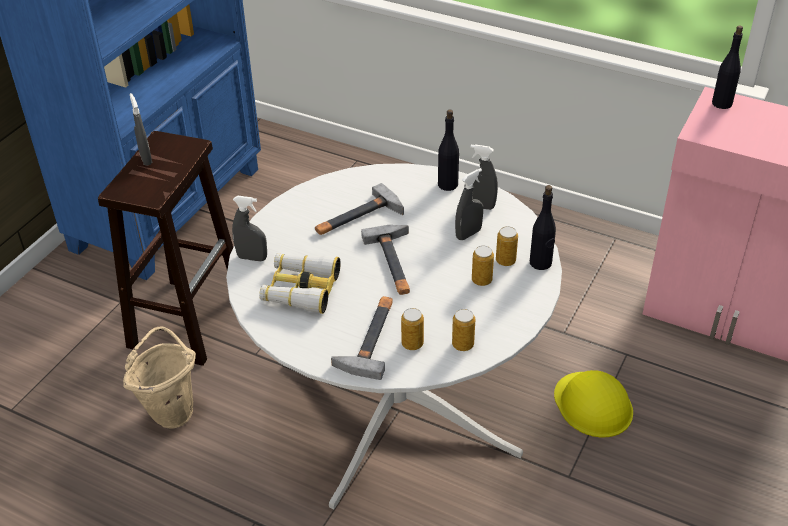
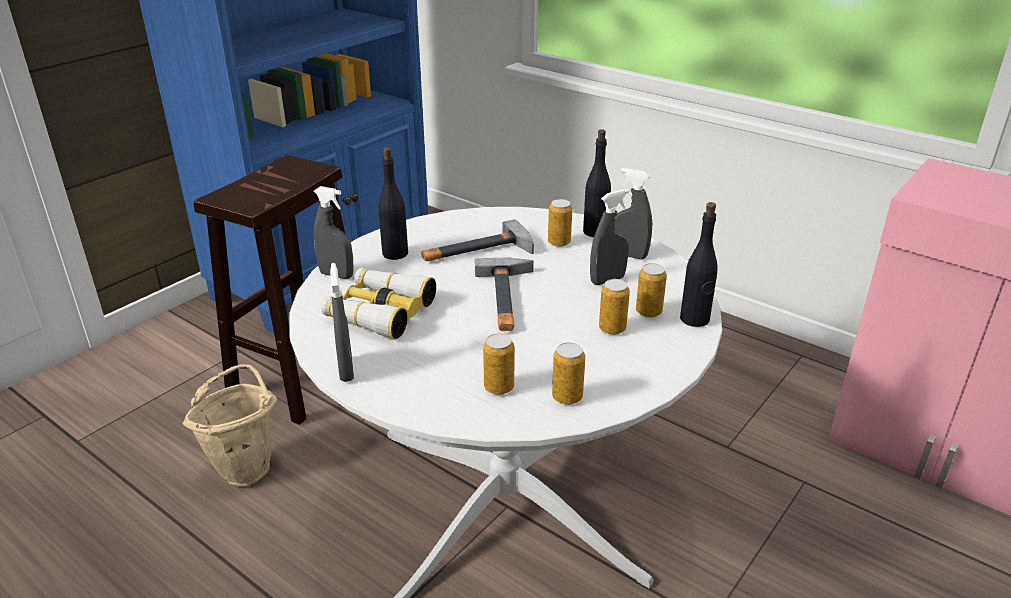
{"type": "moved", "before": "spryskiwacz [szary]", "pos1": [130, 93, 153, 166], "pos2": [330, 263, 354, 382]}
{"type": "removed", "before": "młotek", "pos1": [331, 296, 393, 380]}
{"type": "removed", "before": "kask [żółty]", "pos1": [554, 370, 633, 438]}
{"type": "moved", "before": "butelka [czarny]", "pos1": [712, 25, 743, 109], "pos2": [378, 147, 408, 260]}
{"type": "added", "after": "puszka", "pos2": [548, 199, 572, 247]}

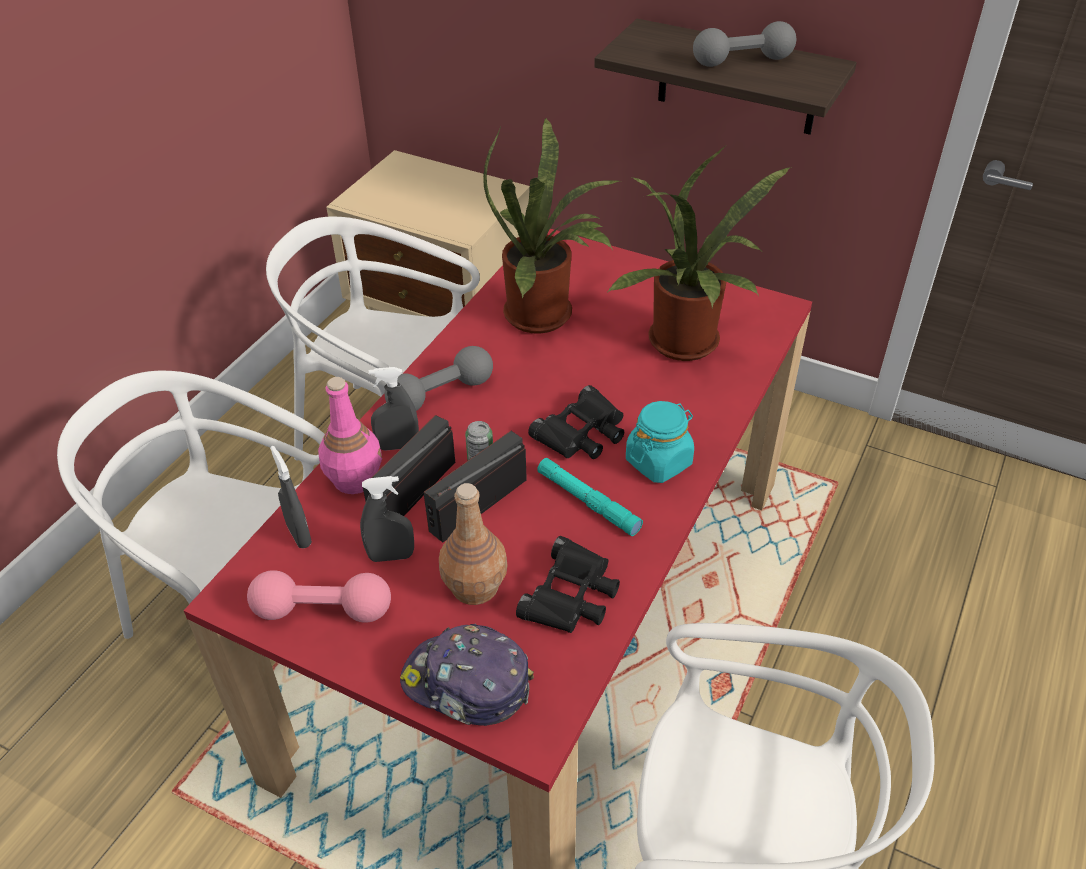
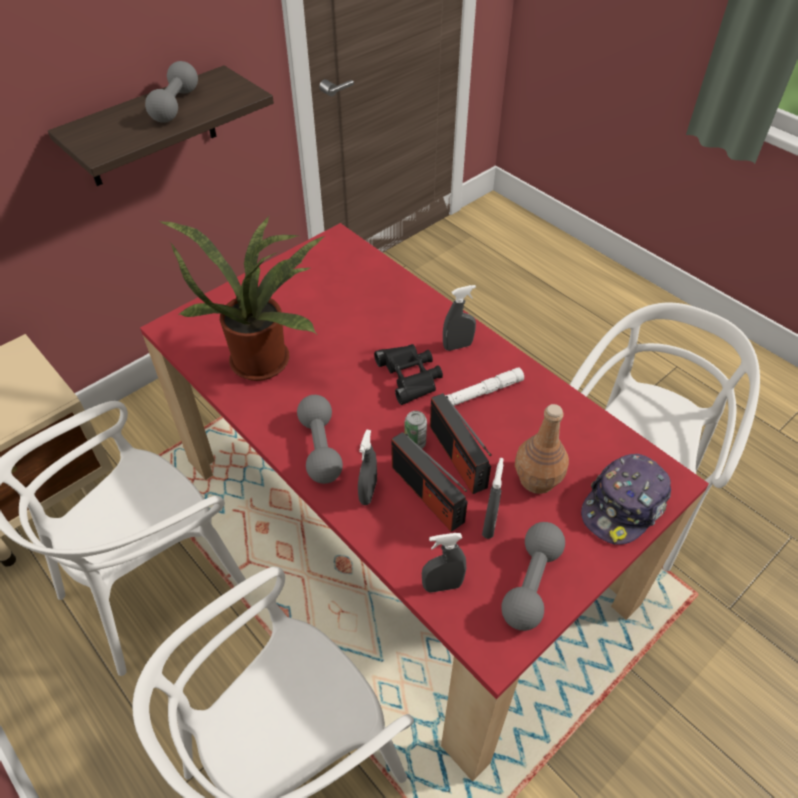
{"type": "recoloured", "before": "hantel [różowy]", "after": "hantel [szary]", "pos1": [247, 570, 391, 623], "pos2": [501, 522, 565, 631]}
{"type": "removed", "before": "butelka [różowy]", "pos1": [318, 377, 382, 494]}
{"type": "removed", "before": "lornetka [czarny]", "pos1": [516, 536, 620, 633]}
{"type": "recoloured", "before": "latarka [turkusowy]", "after": "latarka [biały]", "pos1": [537, 458, 643, 536], "pos2": [445, 367, 524, 406]}
{"type": "removed", "before": "roślina doniczkowa", "pos1": [607, 147, 792, 361]}
{"type": "replaced", "before": "słoik [turkusowy]", "after": "spryskiwacz [szary]", "pos1": [626, 401, 694, 483], "pos2": [443, 285, 476, 351]}

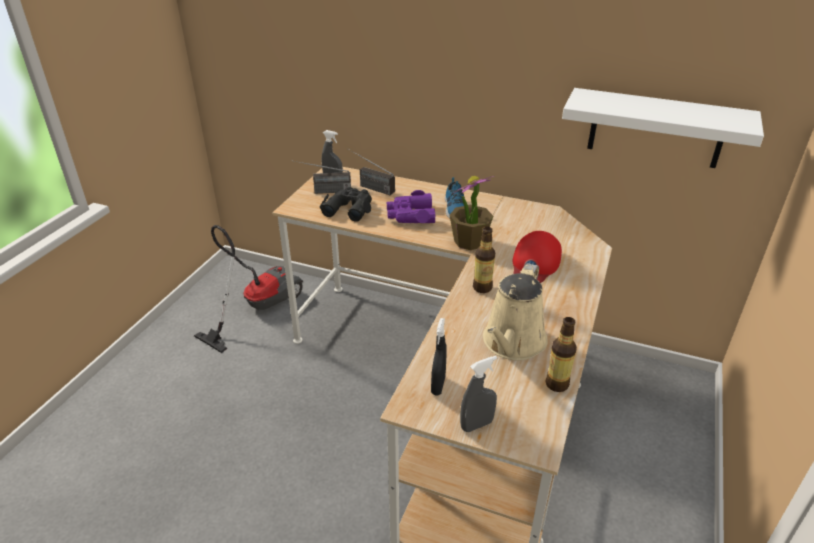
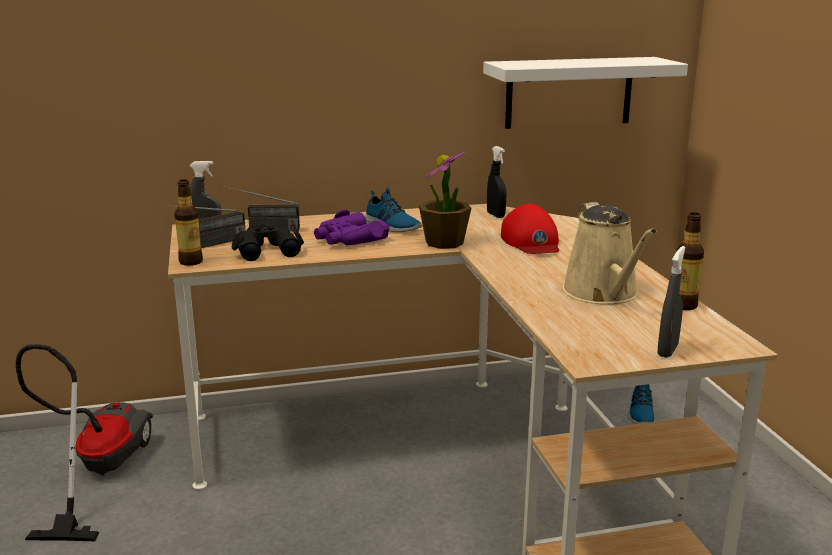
{"type": "moved", "before": "spryskiwacz [czarny]", "pos1": [431, 318, 447, 396], "pos2": [487, 146, 507, 218]}
{"type": "moved", "before": "butelka", "pos1": [473, 226, 495, 293], "pos2": [174, 179, 203, 266]}
{"type": "added", "after": "but", "pos2": [628, 384, 655, 424]}

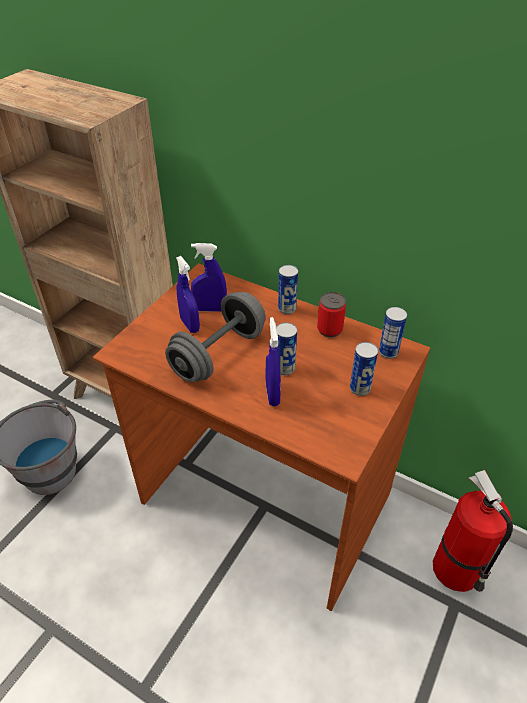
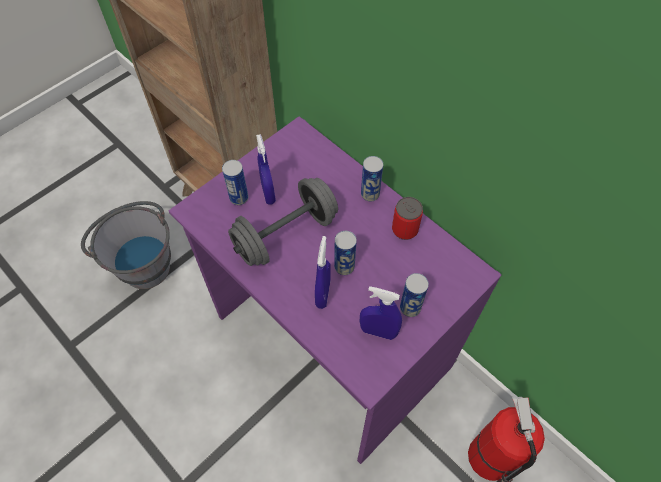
{"type": "recoloured", "before": "biurko [brązowy]", "after": "biurko [fioletowy]", "pos1": [93, 263, 430, 611], "pos2": [169, 116, 501, 464]}
{"type": "moved", "before": "spryskiwacz [niebieski]", "pos1": [191, 243, 227, 312], "pos2": [360, 286, 402, 340]}
{"type": "moved", "before": "puszka", "pos1": [379, 307, 407, 359], "pos2": [222, 160, 248, 205]}

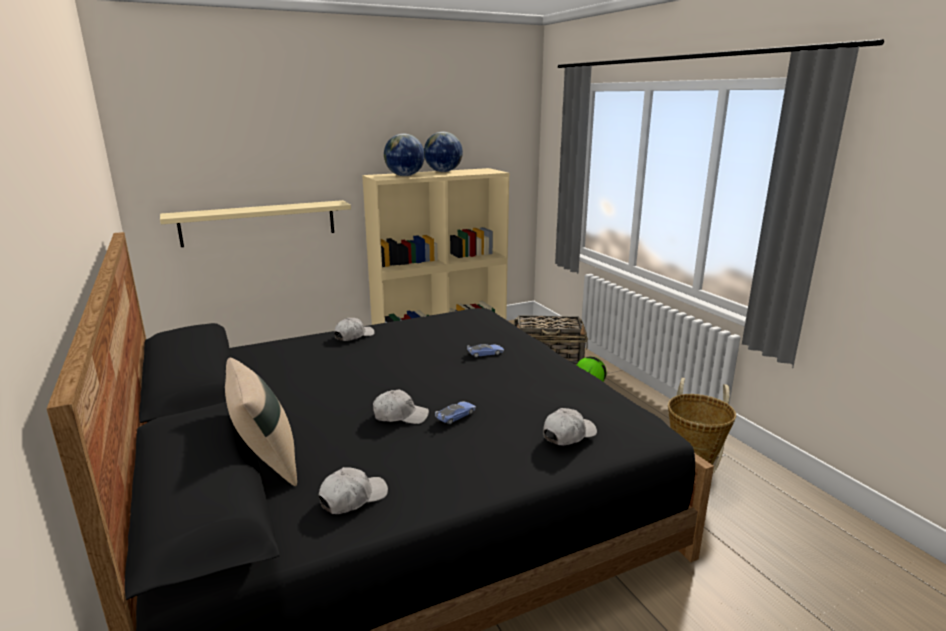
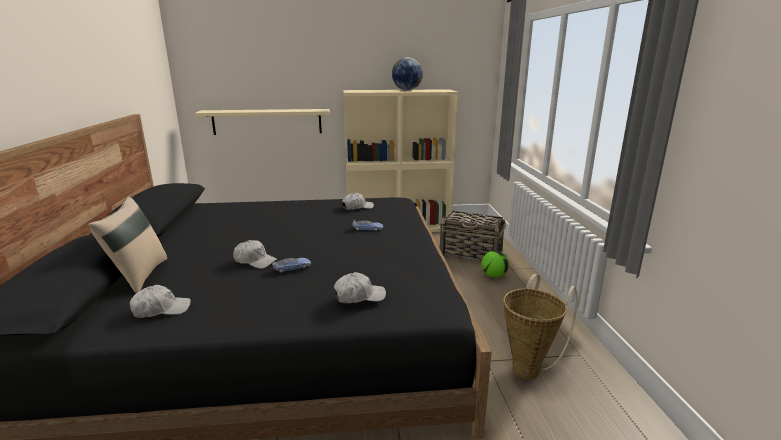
{"type": "moved", "before": "czapka z daszkiem [biały]", "pos1": [334, 318, 375, 341], "pos2": [342, 193, 374, 210]}
{"type": "removed", "before": "globus", "pos1": [384, 134, 425, 176]}

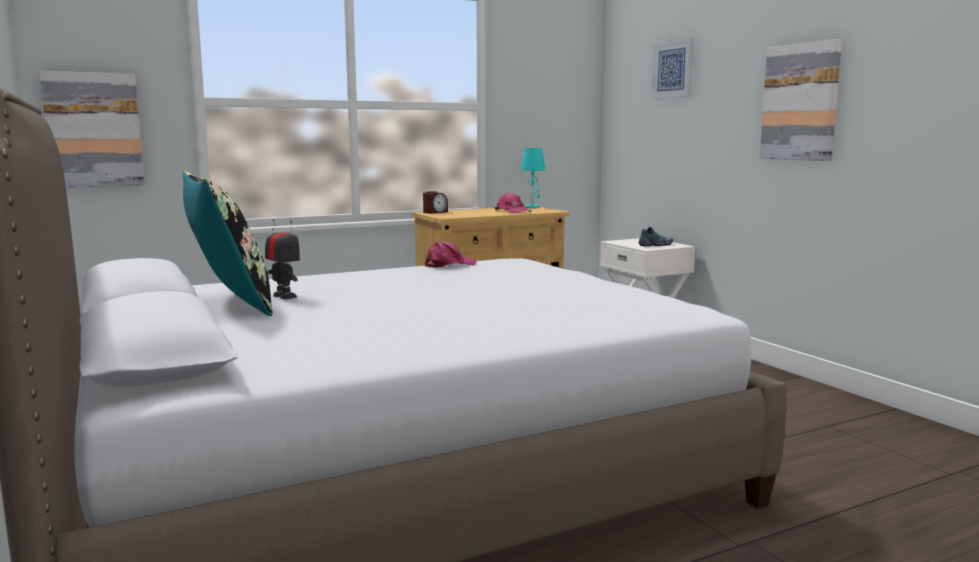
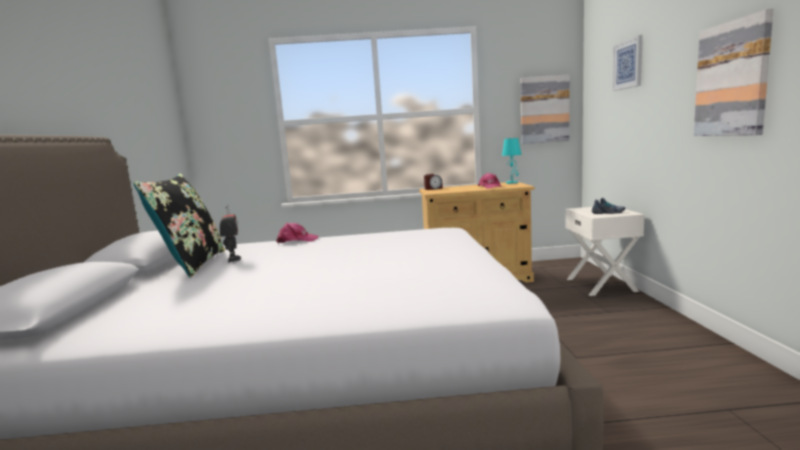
{"type": "moved", "before": "obraz", "pos1": [39, 71, 145, 188], "pos2": [520, 74, 570, 144]}
{"type": "moved", "before": "czapka z daszkiem [różowy]", "pos1": [425, 241, 477, 268], "pos2": [276, 223, 319, 243]}

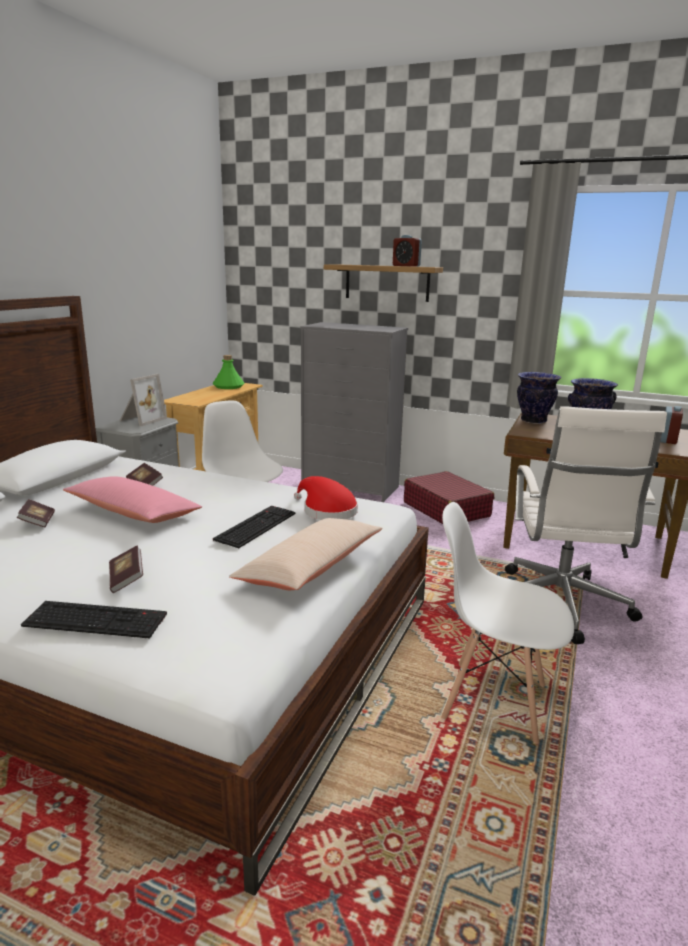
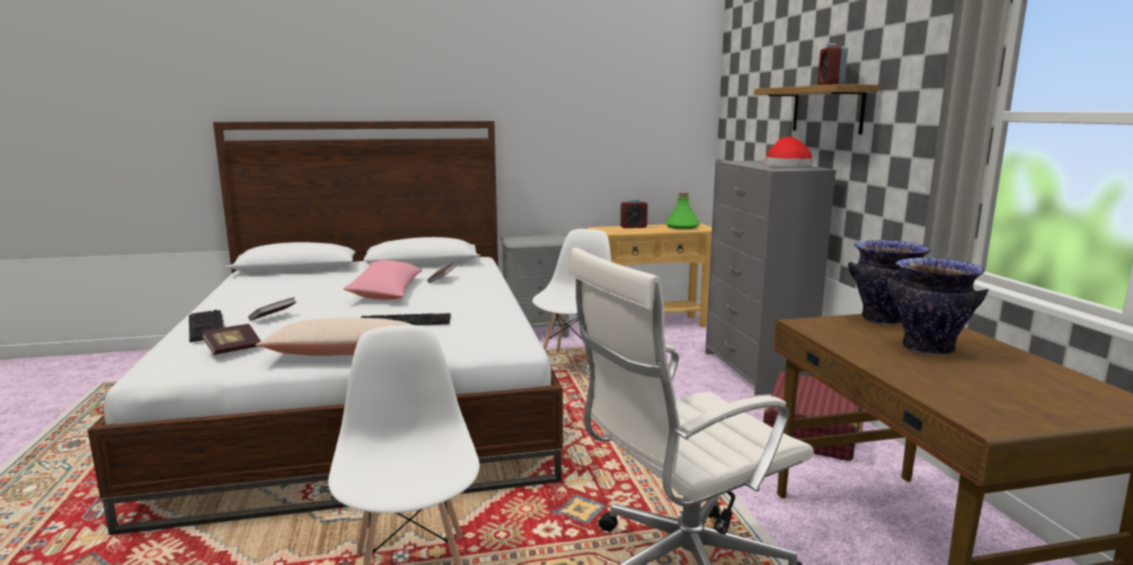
{"type": "moved", "before": "książka", "pos1": [17, 499, 55, 527], "pos2": [202, 324, 261, 355]}
{"type": "removed", "before": "ramka na zdjęcie", "pos1": [120, 374, 167, 426]}
{"type": "moved", "before": "kapelusz [czerwony]", "pos1": [294, 476, 358, 520], "pos2": [765, 137, 813, 166]}
{"type": "moved", "before": "budzik", "pos1": [660, 406, 683, 444], "pos2": [620, 199, 648, 228]}

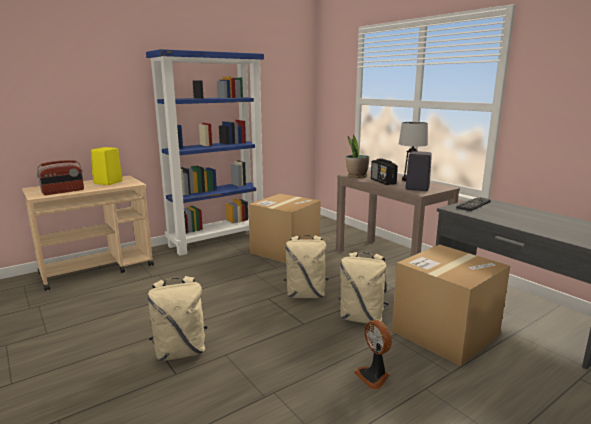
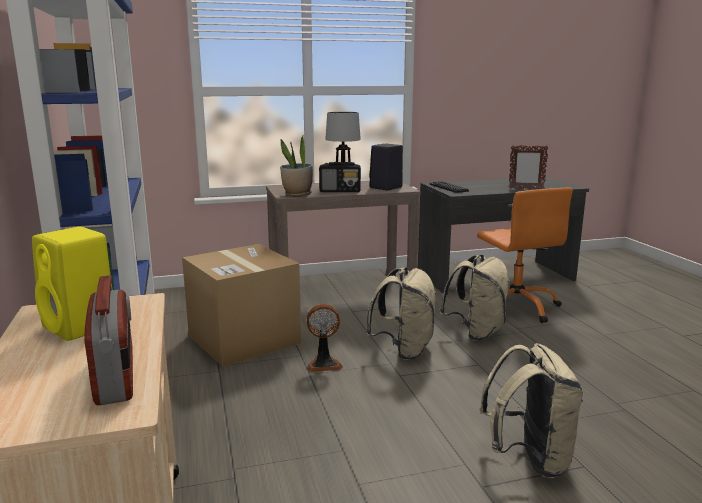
{"type": "moved", "before": "wentylator", "pos1": [354, 320, 392, 389], "pos2": [307, 304, 343, 372]}
{"type": "replaced", "before": "karton", "after": "krzesło biurowe [pomarańczowy]", "pos1": [392, 244, 510, 366], "pos2": [477, 188, 573, 323]}
{"type": "added", "after": "ramka na zdjęcie", "pos2": [509, 145, 549, 190]}

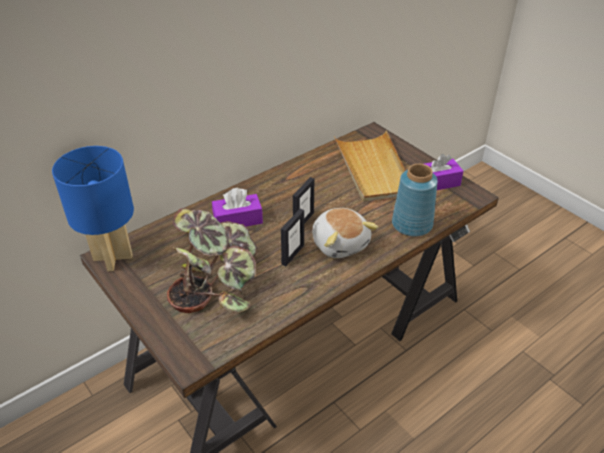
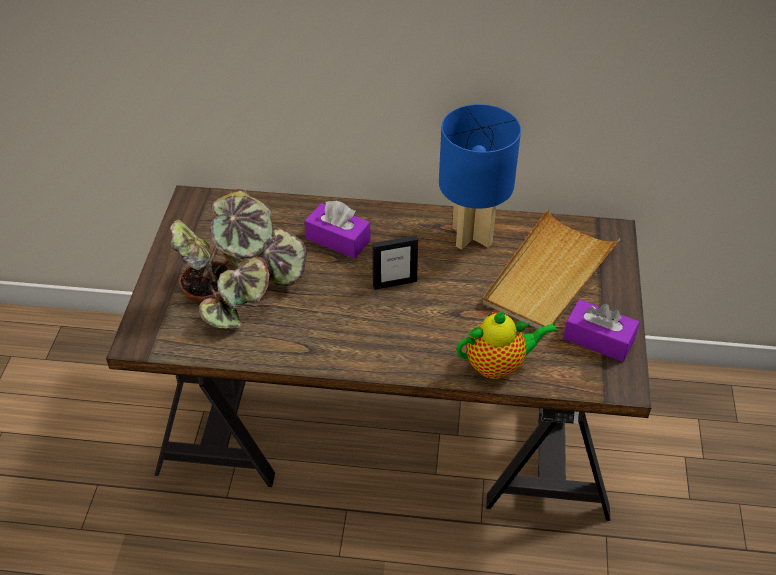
{"type": "moved", "before": "lampa stołowa [niebieski]", "pos1": [52, 146, 134, 271], "pos2": [439, 104, 521, 250]}
{"type": "removed", "before": "ramka na zdjęcie", "pos1": [281, 209, 304, 266]}
{"type": "removed", "before": "pluszak", "pos1": [312, 208, 378, 258]}
{"type": "replaced", "before": "wazon [niebieski]", "after": "imbryk", "pos1": [392, 164, 438, 237], "pos2": [457, 311, 557, 379]}

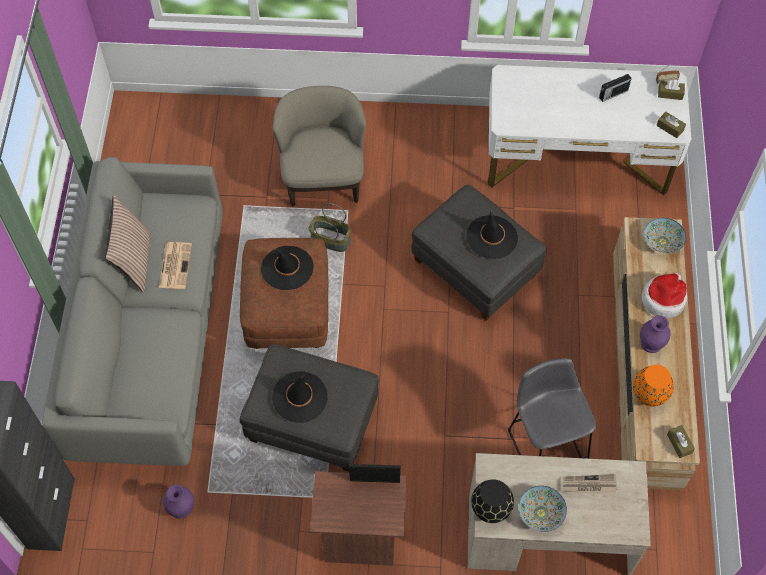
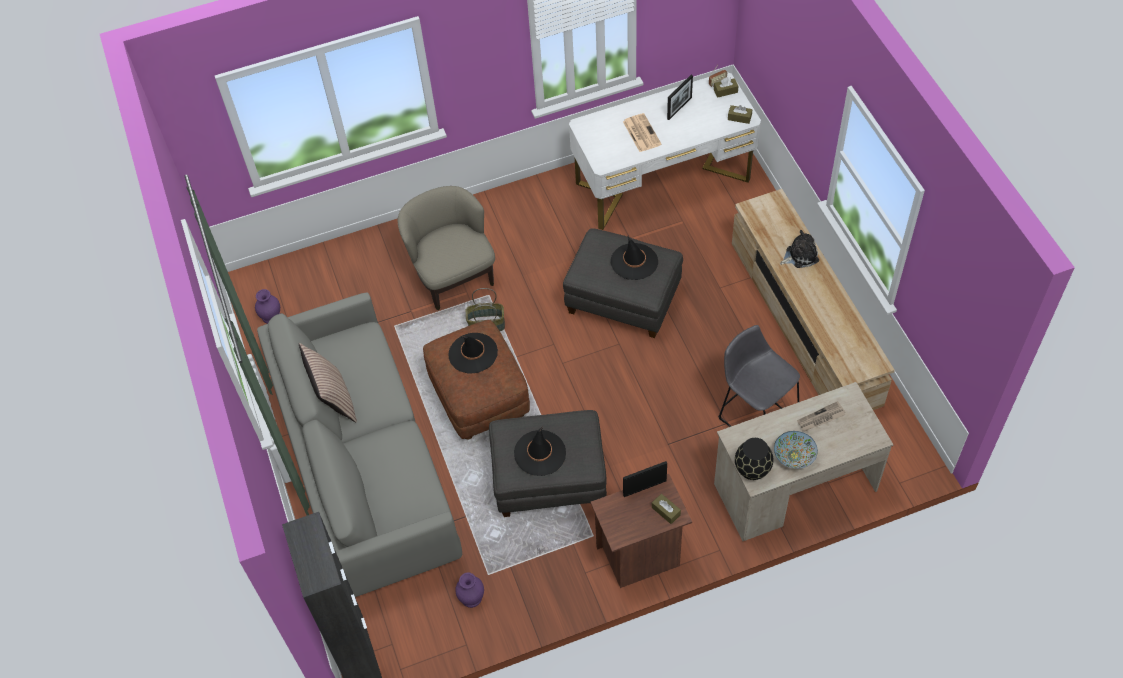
{"type": "moved", "before": "gazeta", "pos1": [159, 242, 192, 289], "pos2": [623, 113, 662, 152]}
{"type": "replaced", "before": "radio", "after": "ramka na zdjęcie", "pos1": [599, 74, 632, 102], "pos2": [667, 75, 693, 120]}
{"type": "removed", "before": "wazon [pomarańczowy]", "pos1": [633, 365, 674, 406]}
{"type": "moved", "before": "wazon [fioletowy]", "pos1": [640, 315, 671, 353], "pos2": [255, 289, 280, 324]}
{"type": "replaced", "before": "kapelusz", "after": "pluszak", "pos1": [642, 273, 687, 318], "pos2": [780, 230, 819, 268]}
{"type": "removed", "before": "miska", "pos1": [644, 218, 686, 253]}
{"type": "moved", "before": "pudełko chusteczek [brązowy]", "pos1": [667, 425, 695, 458], "pos2": [652, 494, 681, 524]}

